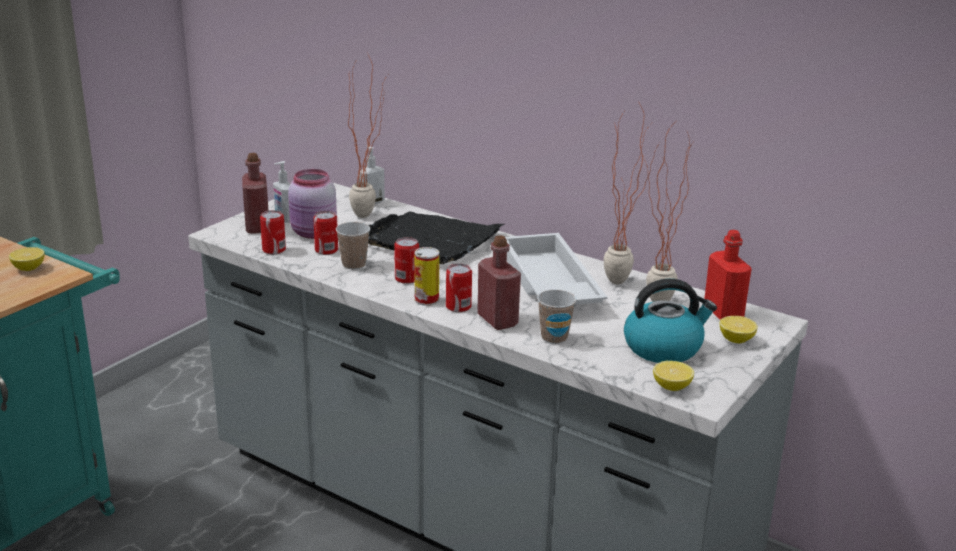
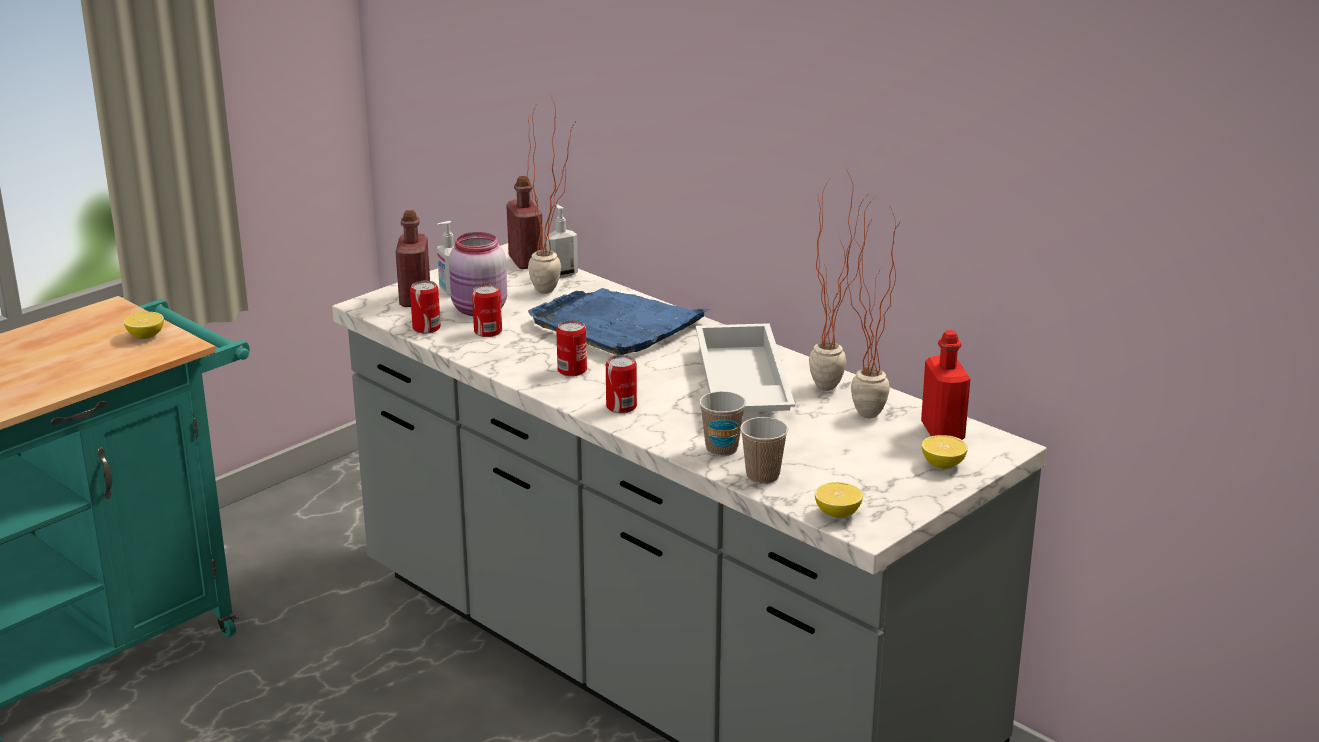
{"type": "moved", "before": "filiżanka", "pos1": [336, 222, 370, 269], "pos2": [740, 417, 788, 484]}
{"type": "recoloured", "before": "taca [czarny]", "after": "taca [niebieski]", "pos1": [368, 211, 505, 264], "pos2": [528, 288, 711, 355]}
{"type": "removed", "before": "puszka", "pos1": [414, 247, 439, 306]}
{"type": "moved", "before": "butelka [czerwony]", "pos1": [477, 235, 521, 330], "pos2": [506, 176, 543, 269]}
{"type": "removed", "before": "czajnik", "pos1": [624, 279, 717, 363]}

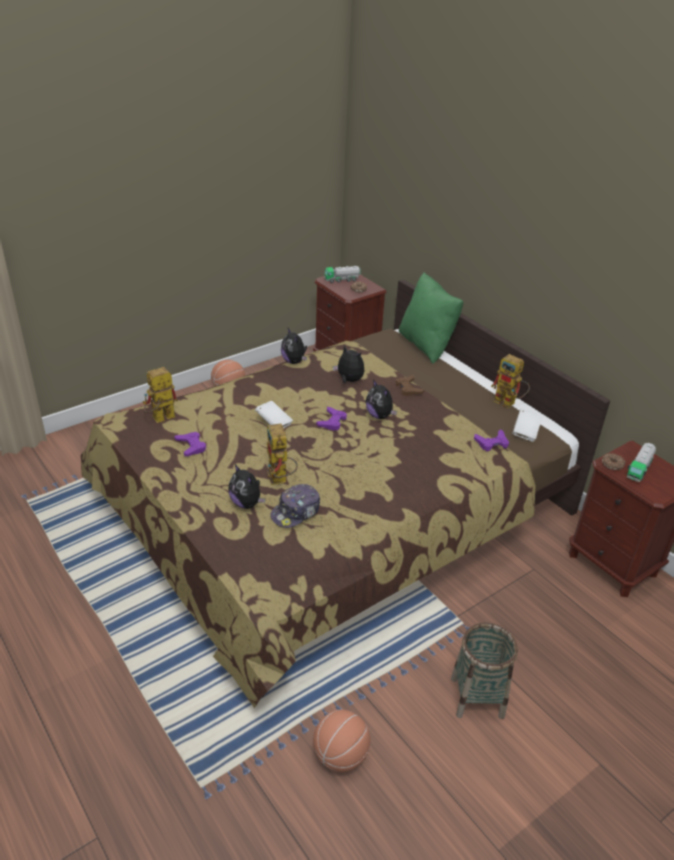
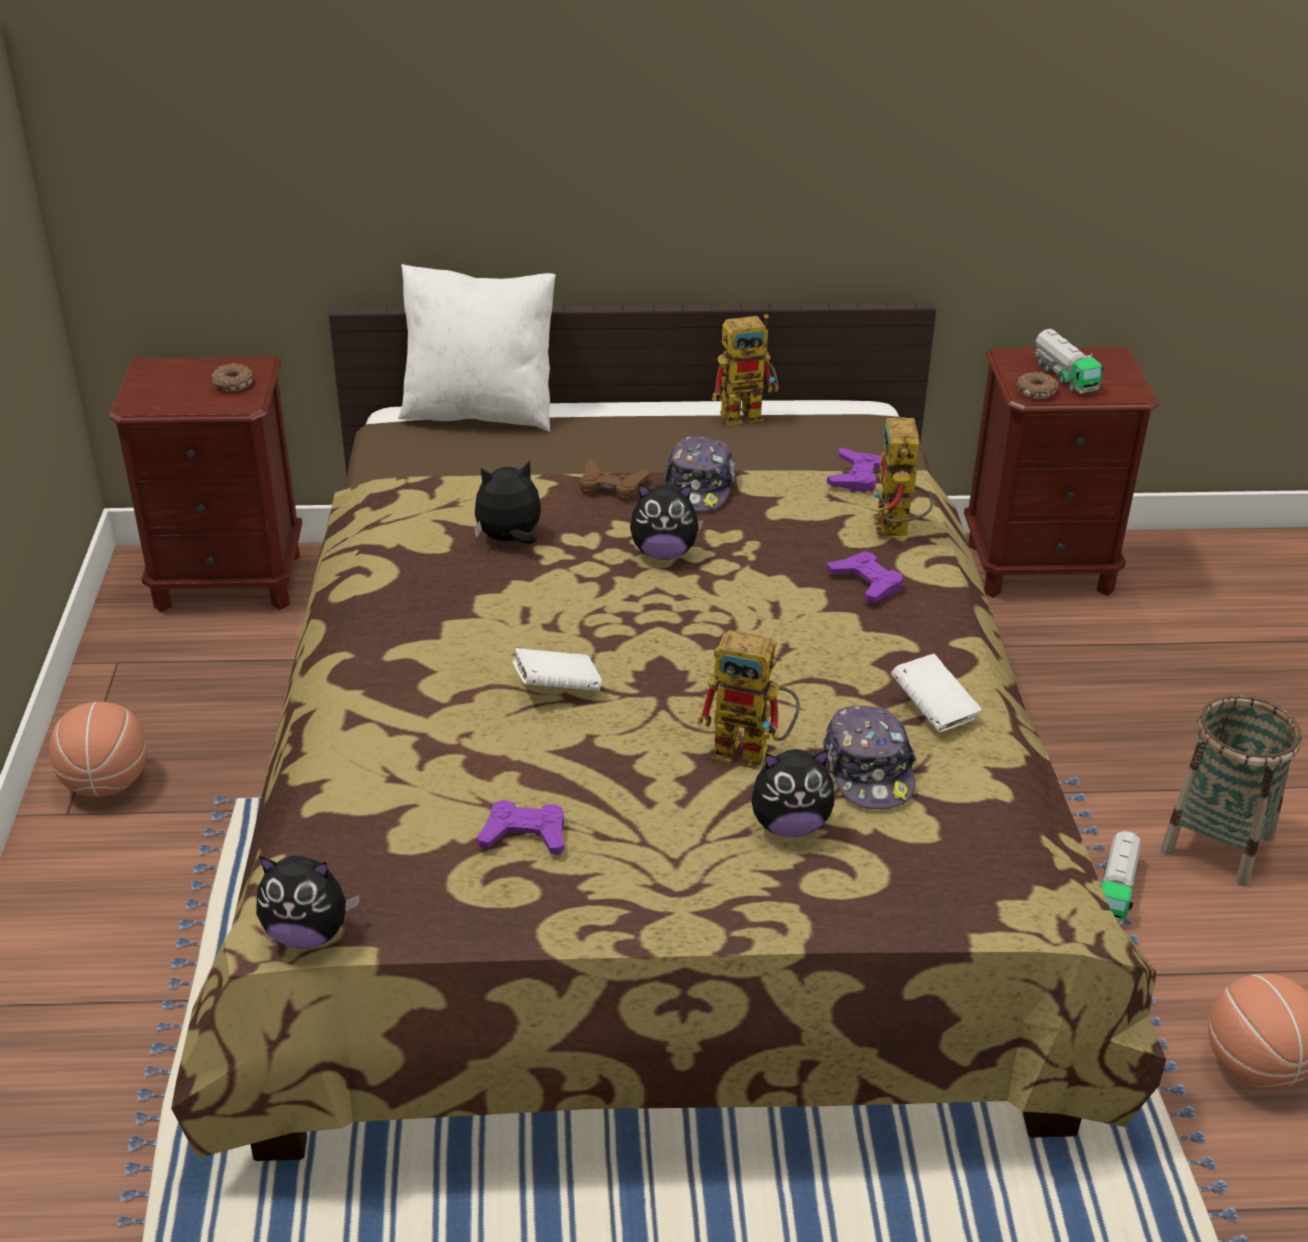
{"type": "moved", "before": "robot zabawkowy", "pos1": [143, 367, 178, 423], "pos2": [873, 418, 933, 538]}
{"type": "moved", "before": "pluszak", "pos1": [281, 328, 307, 364], "pos2": [256, 855, 360, 949]}
{"type": "moved", "before": "pad do gier [fioletowy]", "pos1": [316, 407, 347, 431], "pos2": [826, 551, 903, 602]}
{"type": "moved", "before": "ciężarówka zabawkowa", "pos1": [325, 266, 361, 283], "pos2": [1101, 831, 1141, 924]}
{"type": "recoloured", "before": "poduszka [zielony]", "after": "poduszka [biały]", "pos1": [399, 272, 463, 364], "pos2": [398, 264, 556, 431]}
{"type": "moved", "before": "książka [biały]", "pos1": [512, 408, 543, 442], "pos2": [891, 654, 982, 732]}
{"type": "added", "after": "czapka z daszkiem", "pos2": [664, 436, 735, 512]}

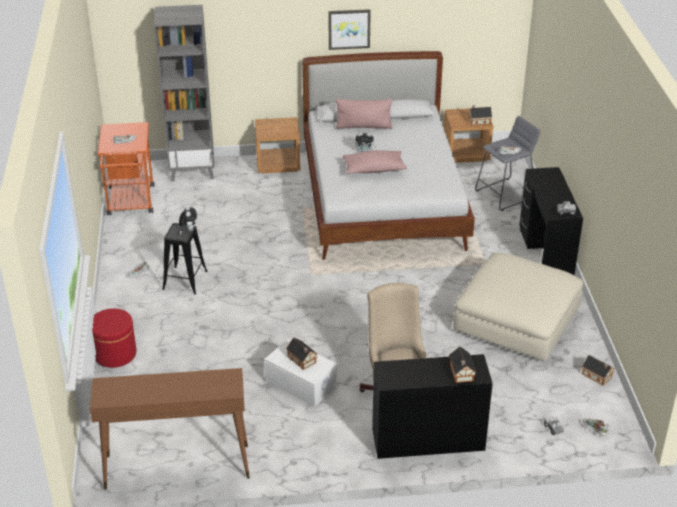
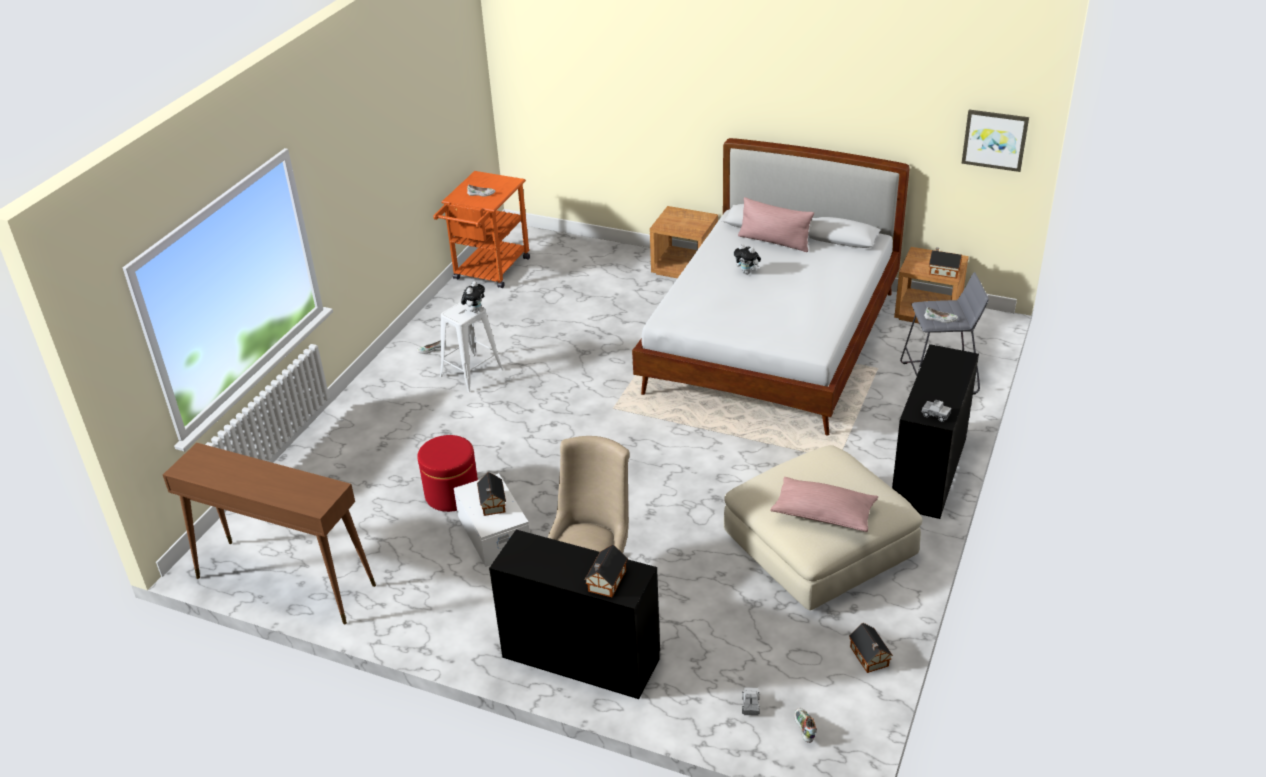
{"type": "moved", "before": "pufa [czerwony]", "pos1": [92, 308, 136, 368], "pos2": [417, 435, 478, 512]}
{"type": "removed", "before": "regał [szary]", "pos1": [154, 5, 214, 181]}
{"type": "recoloured", "before": "stołek [czarny]", "after": "stołek [biały]", "pos1": [162, 223, 208, 295], "pos2": [440, 302, 504, 392]}
{"type": "moved", "before": "obraz", "pos1": [329, 9, 371, 50], "pos2": [962, 110, 1029, 172]}
{"type": "moved", "before": "poduszka [różowy]", "pos1": [343, 150, 407, 174], "pos2": [770, 477, 878, 532]}

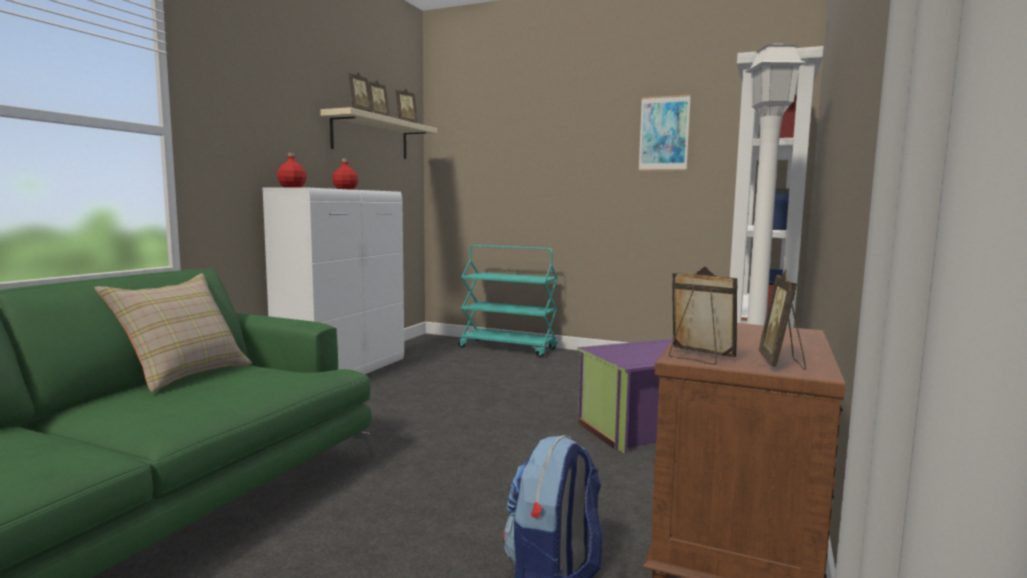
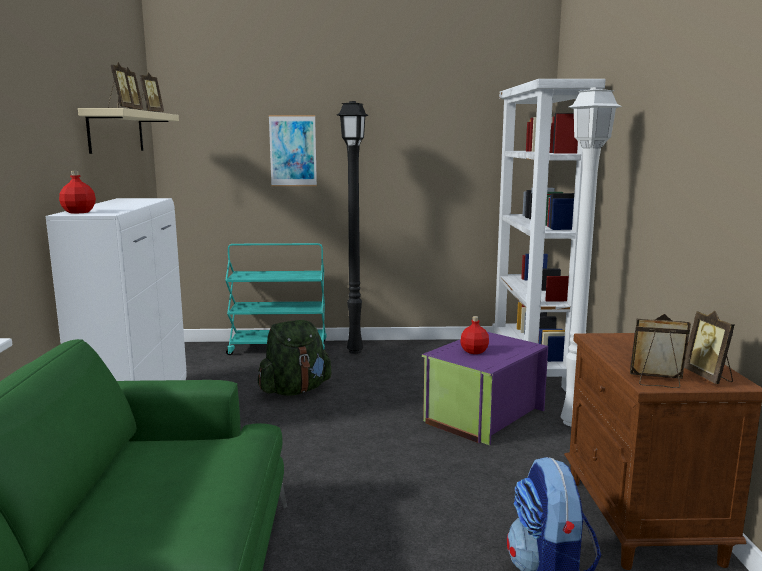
{"type": "removed", "before": "poduszka [beżowy]", "pos1": [95, 274, 252, 393]}
{"type": "moved", "before": "butelka [czerwony]", "pos1": [332, 159, 358, 190], "pos2": [460, 316, 489, 354]}
{"type": "moved", "before": "obraz", "pos1": [638, 95, 691, 171], "pos2": [269, 115, 317, 186]}
{"type": "added", "after": "plecak [zielony]", "pos2": [258, 320, 331, 396]}
{"type": "added", "after": "lampa stojąca [czarny]", "pos2": [337, 101, 369, 354]}

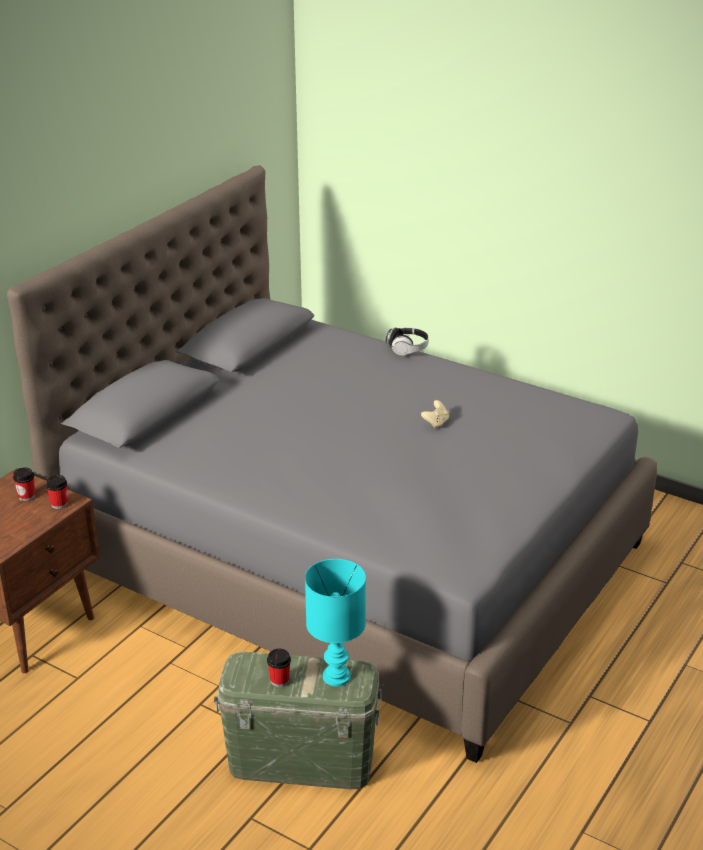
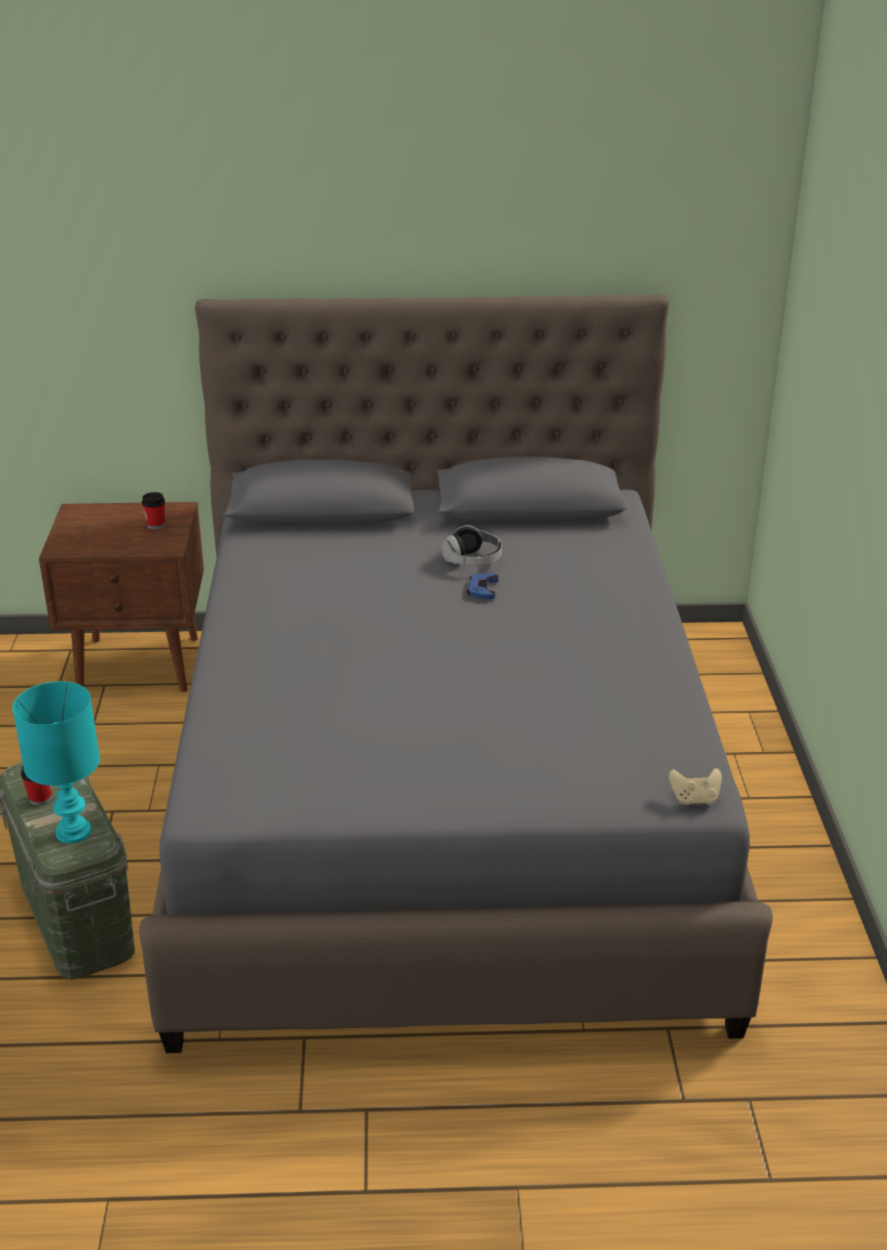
{"type": "removed", "before": "filiżanka", "pos1": [46, 475, 68, 509]}
{"type": "moved", "before": "słuchawki", "pos1": [385, 327, 429, 356], "pos2": [441, 525, 502, 566]}
{"type": "moved", "before": "pad do gier [beżowy]", "pos1": [421, 400, 449, 429], "pos2": [669, 768, 722, 805]}
{"type": "added", "after": "pad do gier [niebieski]", "pos2": [467, 573, 498, 599]}

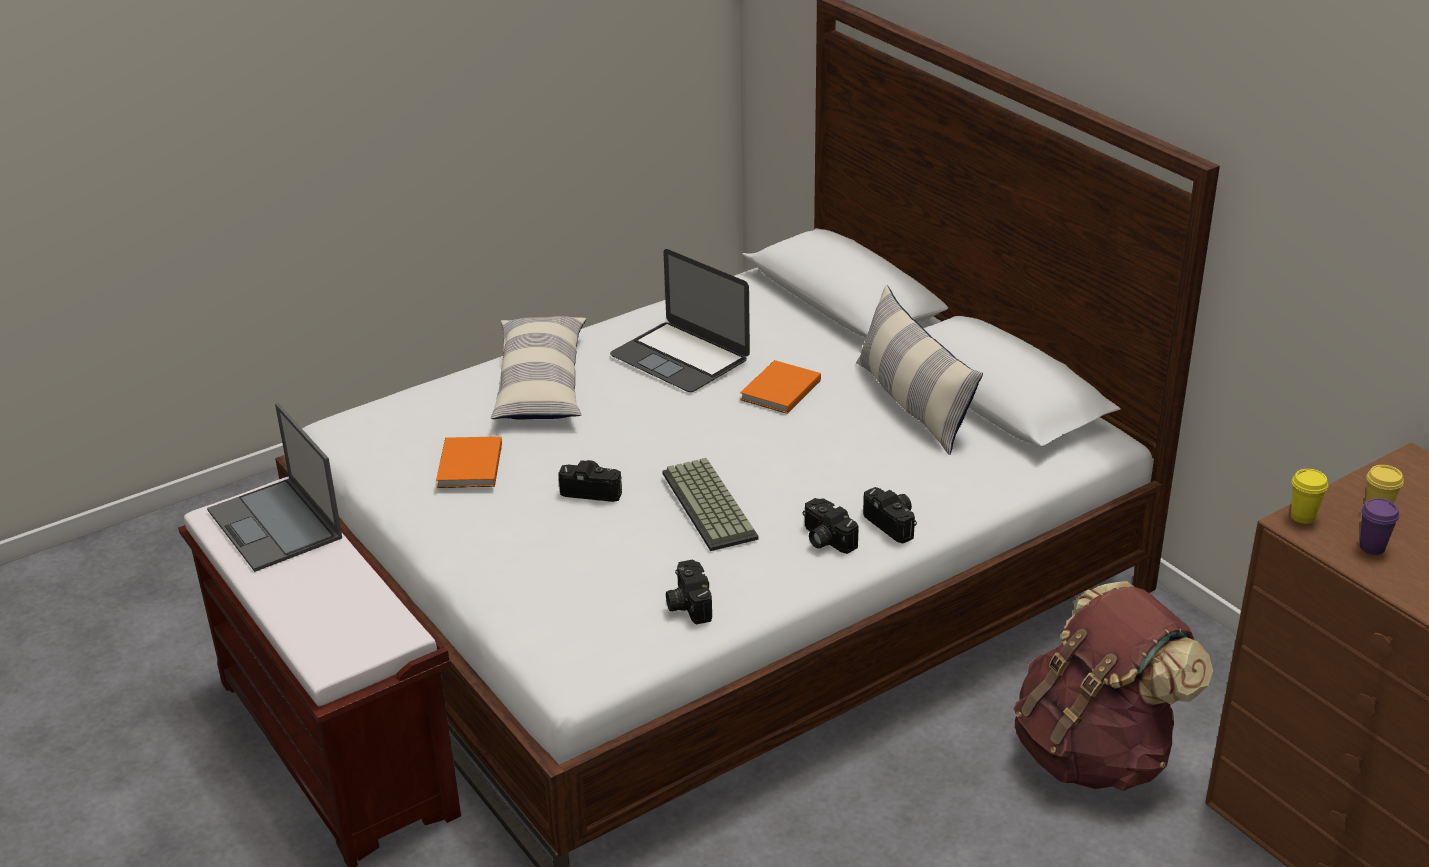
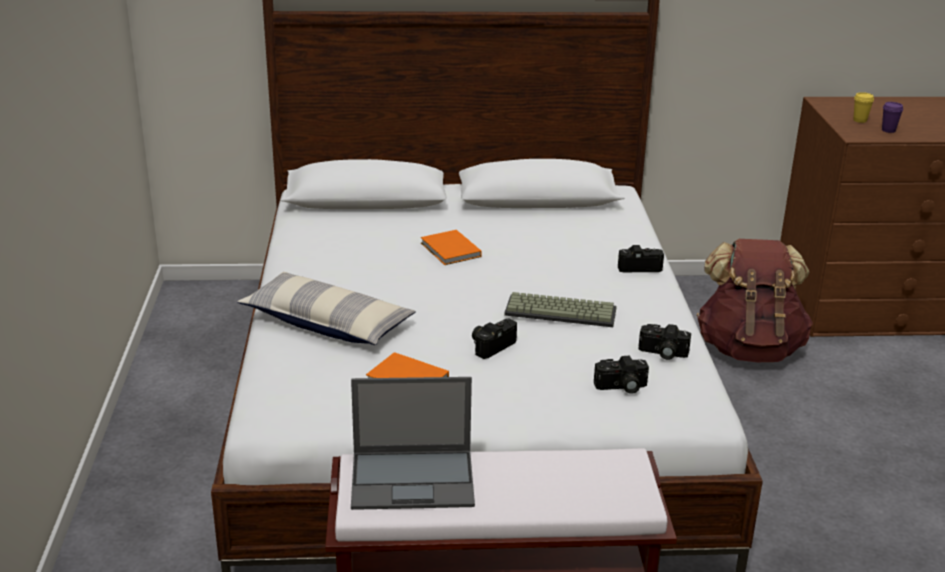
{"type": "removed", "before": "laptop", "pos1": [610, 249, 750, 392]}
{"type": "moved", "before": "aparat fotograficzny", "pos1": [803, 498, 859, 554], "pos2": [594, 356, 649, 394]}
{"type": "removed", "before": "poduszka", "pos1": [856, 285, 983, 455]}
{"type": "removed", "before": "filiżanka [żółty]", "pos1": [1291, 469, 1328, 524]}

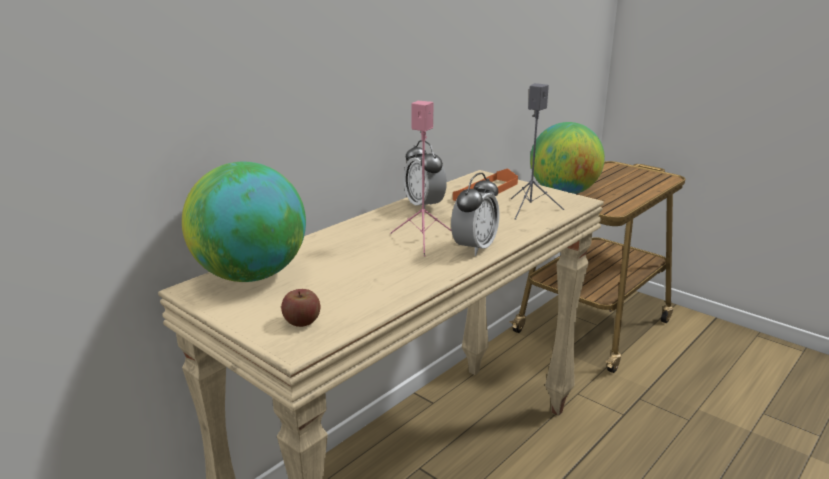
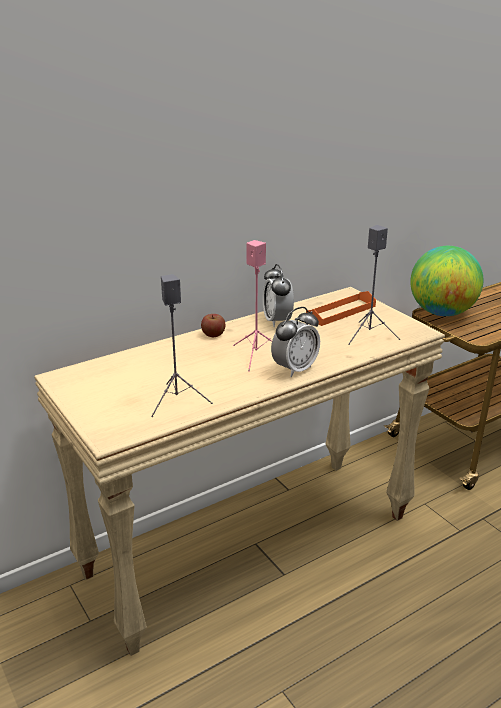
{"type": "removed", "before": "globus", "pos1": [182, 162, 306, 282]}
{"type": "moved", "before": "jabłko", "pos1": [281, 289, 320, 327], "pos2": [201, 314, 226, 337]}
{"type": "added", "after": "głośnik [szary]", "pos2": [151, 274, 213, 417]}

